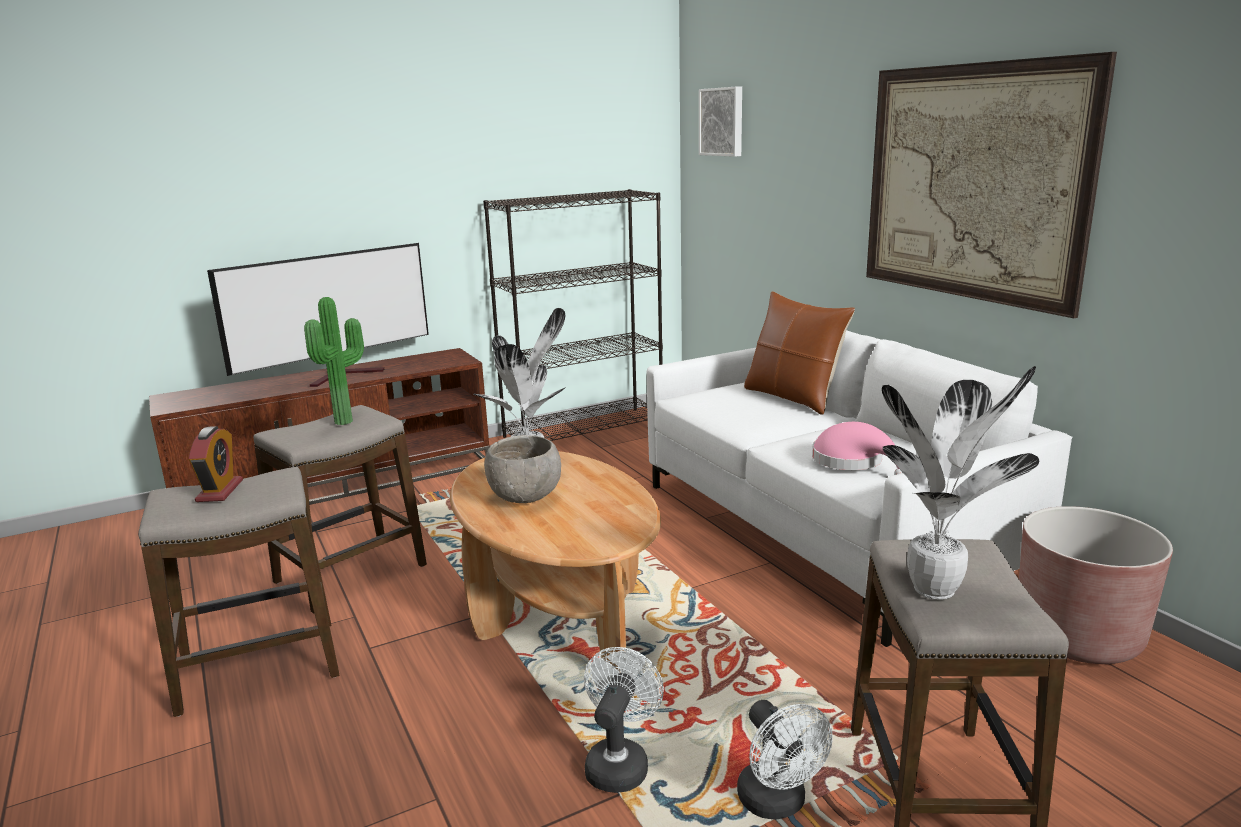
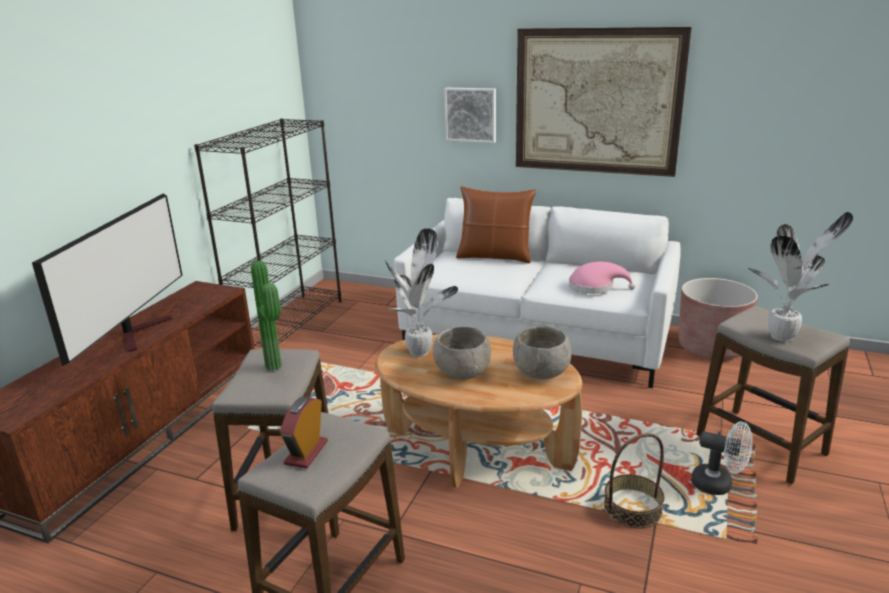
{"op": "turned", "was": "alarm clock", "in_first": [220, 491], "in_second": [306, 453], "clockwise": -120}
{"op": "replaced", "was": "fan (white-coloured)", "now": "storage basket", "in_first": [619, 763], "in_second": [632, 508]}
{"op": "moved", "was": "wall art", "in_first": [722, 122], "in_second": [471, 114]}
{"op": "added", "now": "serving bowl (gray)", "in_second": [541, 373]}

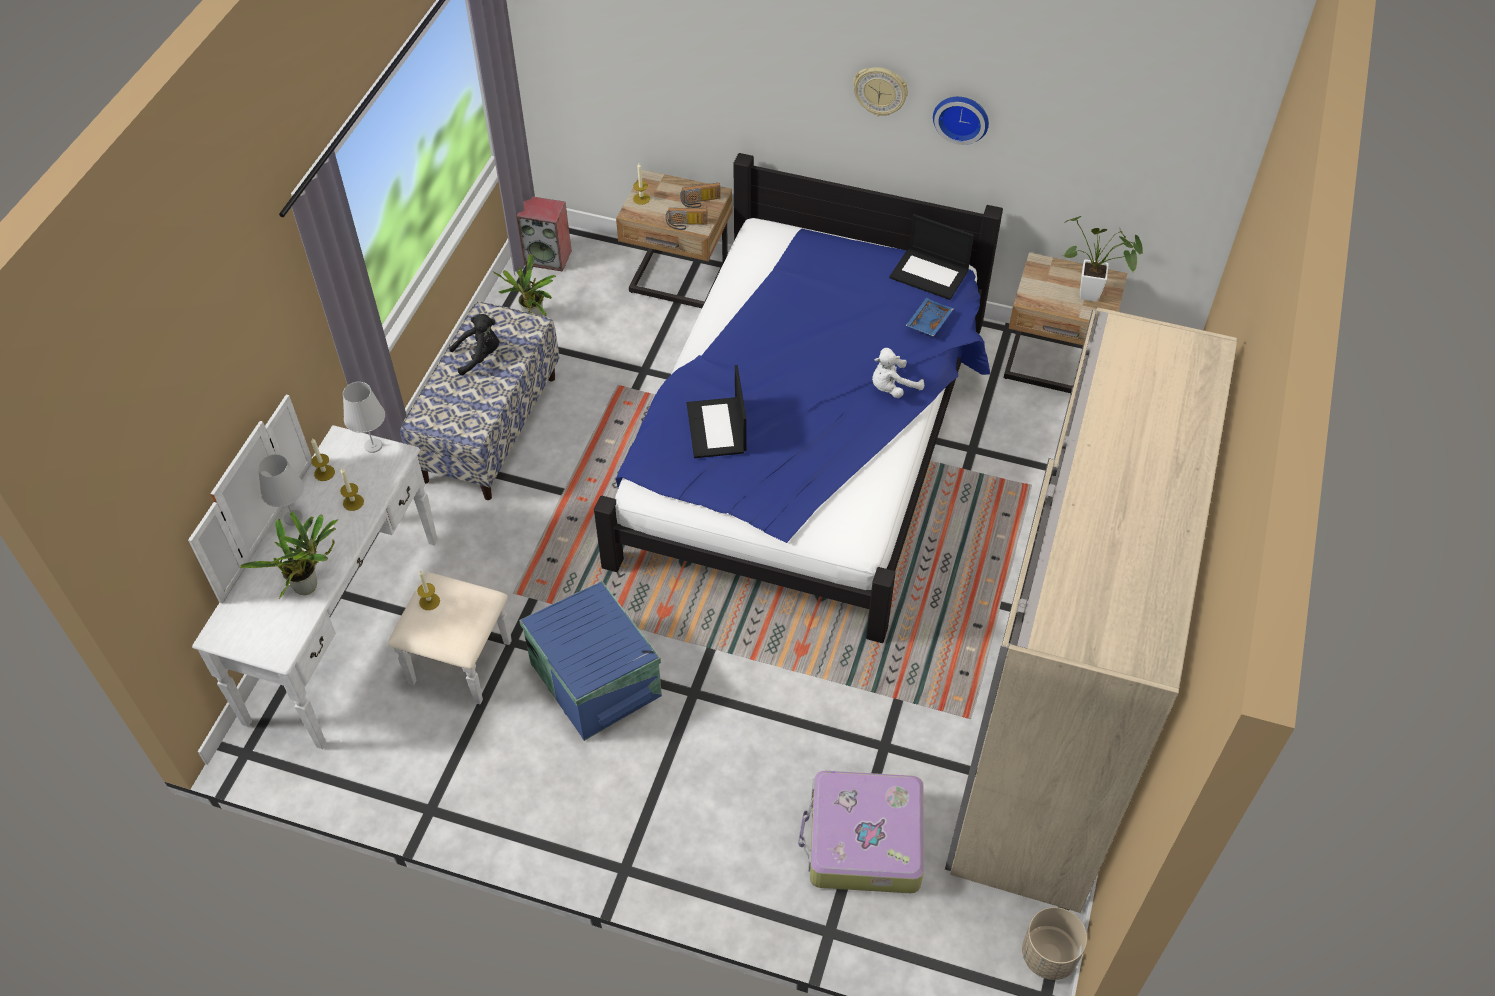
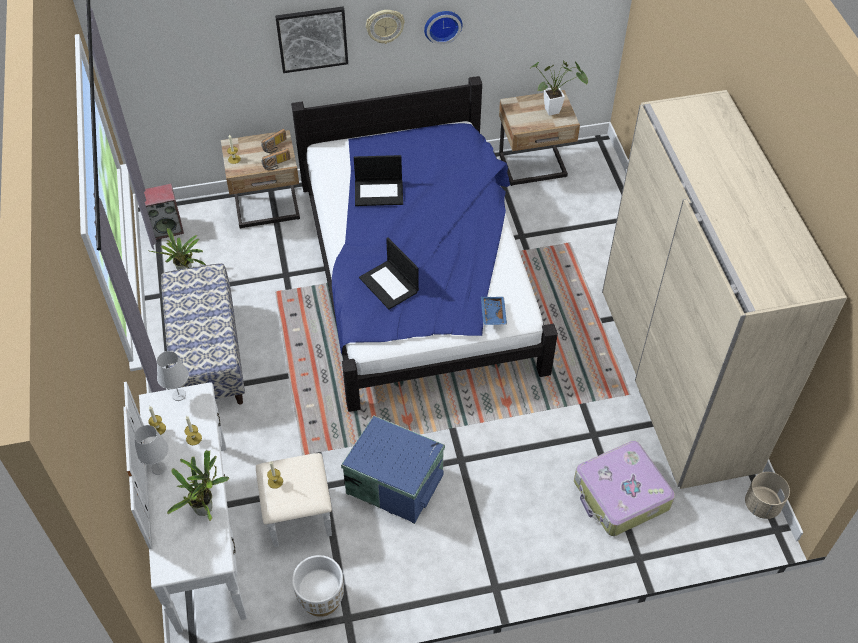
{"op": "removed", "was": "plush toy (blackish)", "in_first": [479, 356]}
{"op": "removed", "was": "plush toy (white-coloured)", "in_first": [892, 387]}
{"op": "moved", "was": "portable computer", "in_first": [930, 274], "in_second": [379, 192]}
{"op": "moved", "was": "carrying tray (bluish)", "in_first": [927, 322], "in_second": [492, 314]}
{"op": "added", "now": "wall art", "in_second": [312, 39]}
{"op": "added", "now": "flower pot (white-coloured)", "in_second": [321, 598]}

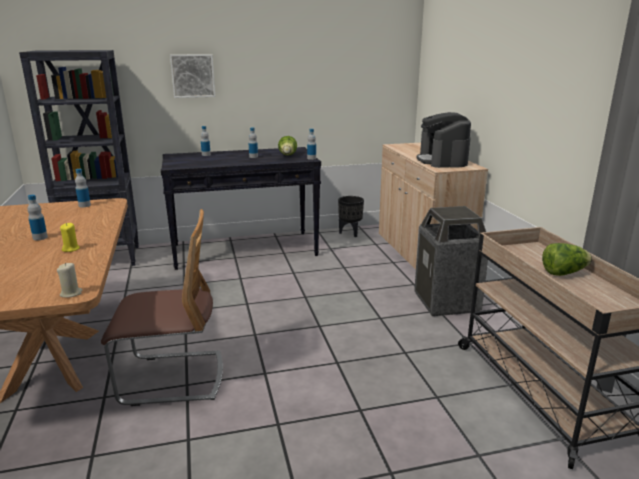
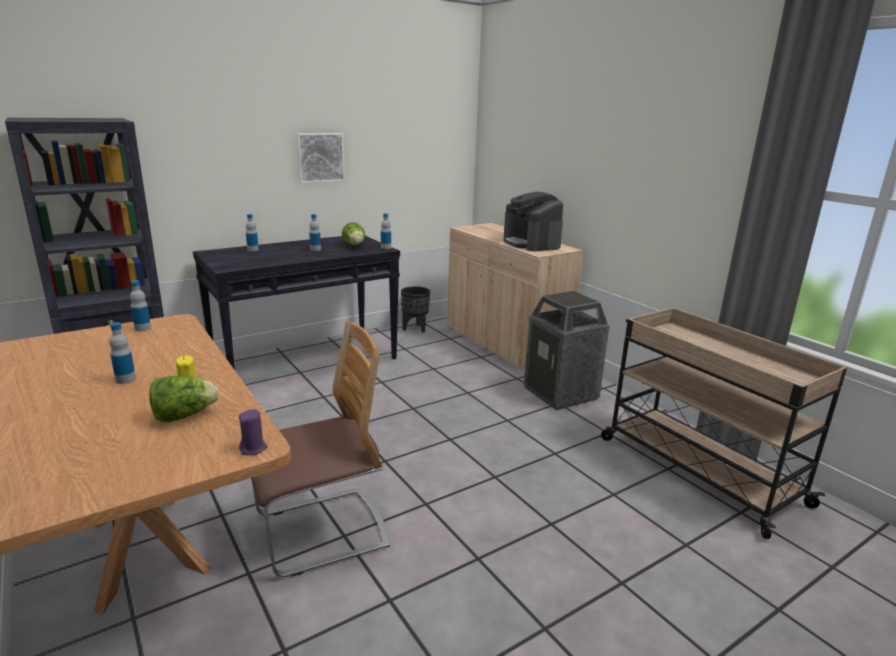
{"op": "recoloured", "was": "wax light (beige-coloured)", "now": "wax light (purple)", "in_first": [71, 293], "in_second": [253, 448]}
{"op": "moved", "was": "wall art", "in_first": [193, 76], "in_second": [320, 157]}
{"op": "moved", "was": "lettuce head", "in_first": [563, 273], "in_second": [184, 416]}

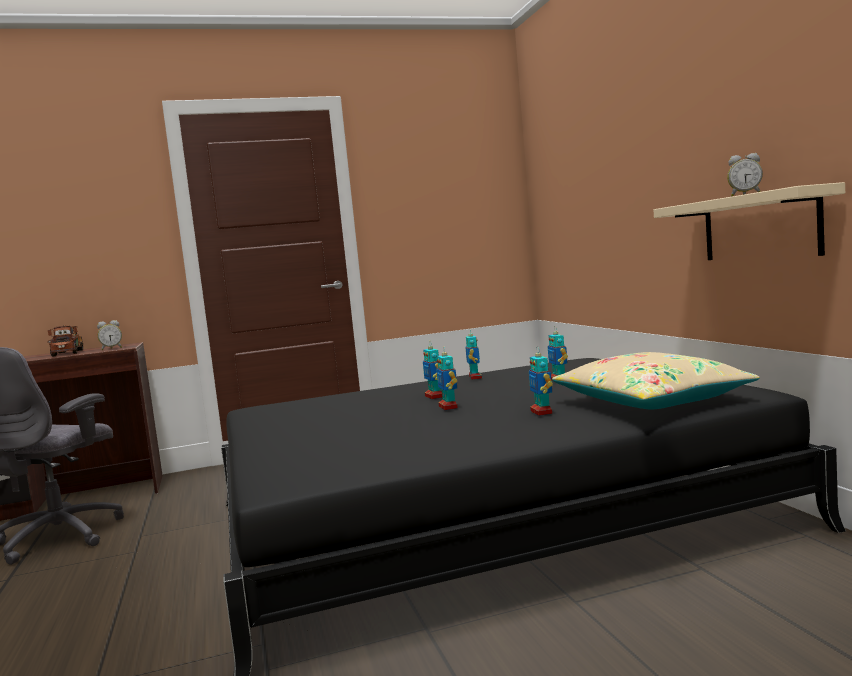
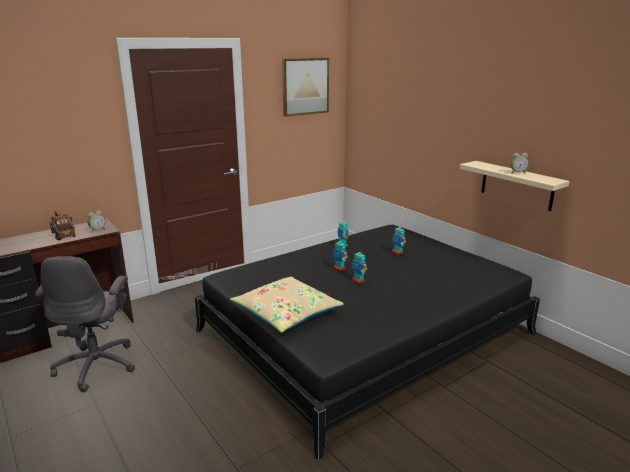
{"op": "removed", "was": "robot figure", "in_first": [542, 412]}
{"op": "moved", "was": "cushion (beige-coloured)", "in_first": [651, 400], "in_second": [286, 313]}
{"op": "added", "now": "wall art", "in_second": [305, 86]}

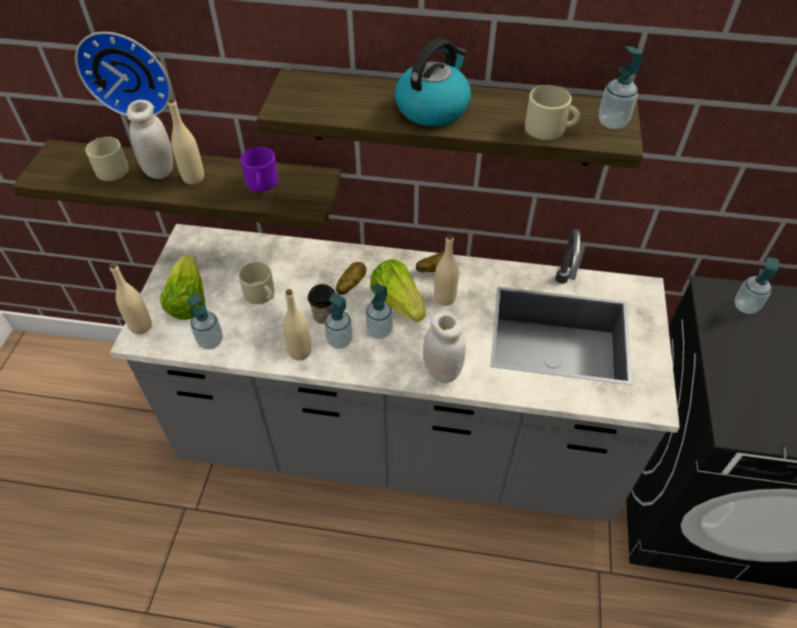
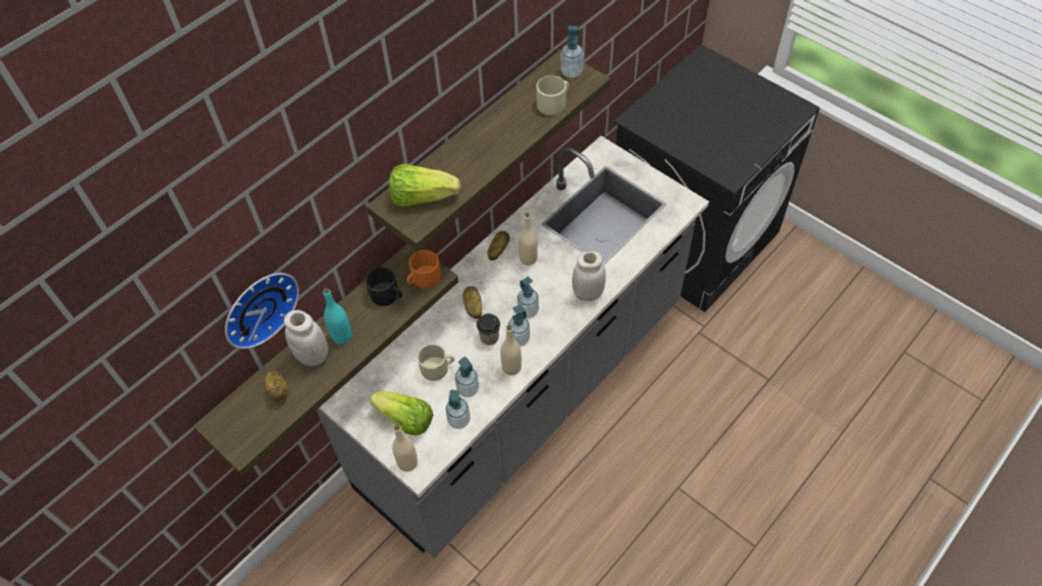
{"op": "replaced", "was": "coffee mug (beige-coloured)", "now": "potato", "in_first": [110, 168], "in_second": [279, 390]}
{"op": "recoloured", "was": "drink bottle (beige-coloured)", "now": "drink bottle (blue-green)", "in_first": [193, 177], "in_second": [342, 336]}
{"op": "recoloured", "was": "coffee mug (purple)", "now": "coffee mug (blackish)", "in_first": [262, 184], "in_second": [387, 295]}
{"op": "moved", "was": "lettuce head", "in_first": [398, 302], "in_second": [422, 197]}
{"op": "removed", "was": "kettle", "in_first": [432, 108]}
{"op": "moved", "was": "soap bottle", "in_first": [745, 306], "in_second": [468, 389]}
{"op": "added", "now": "coffee mug (orange)", "in_second": [423, 279]}

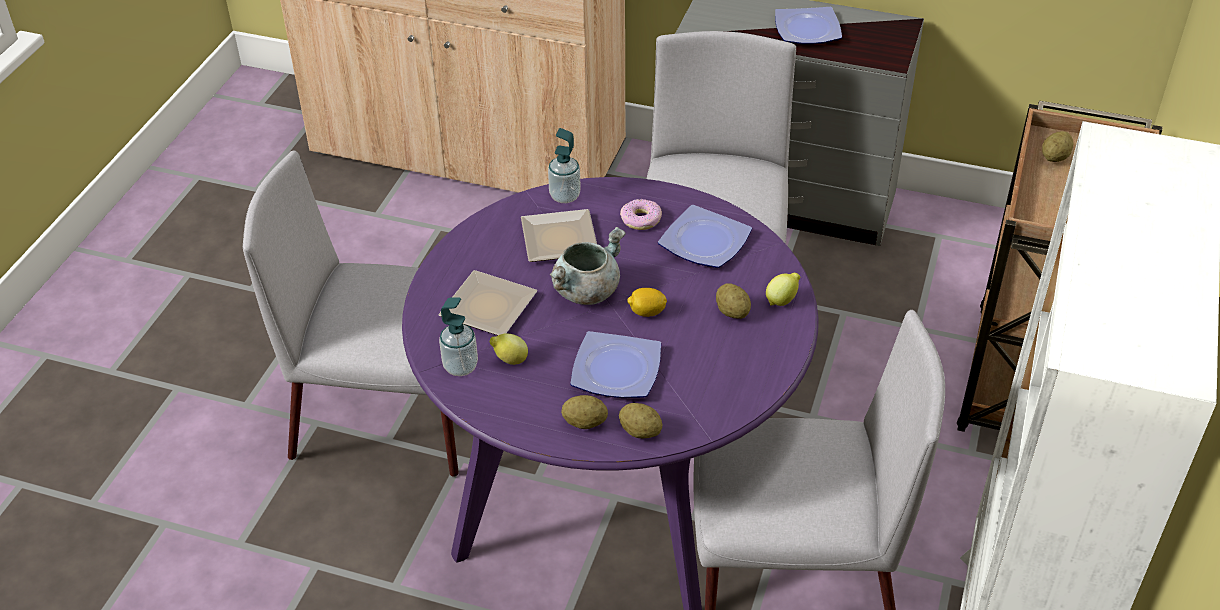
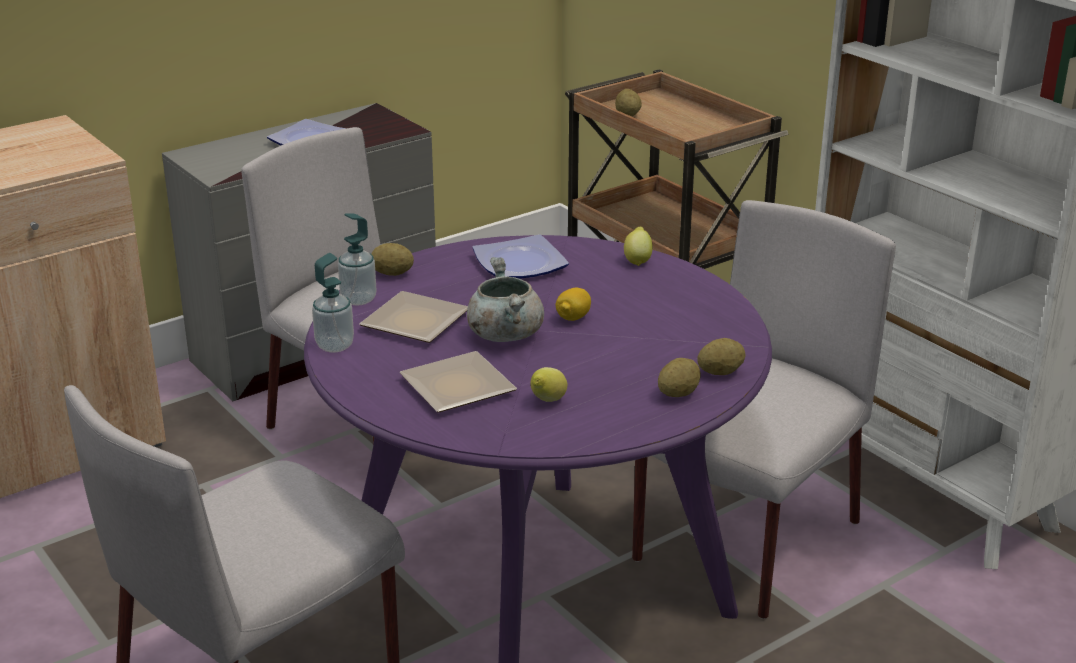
{"op": "moved", "was": "soap bottle", "in_first": [460, 366], "in_second": [335, 345]}
{"op": "removed", "was": "dinner plate", "in_first": [618, 369]}
{"op": "removed", "was": "ring doughnut", "in_first": [641, 220]}
{"op": "moved", "was": "potato", "in_first": [732, 312], "in_second": [392, 273]}

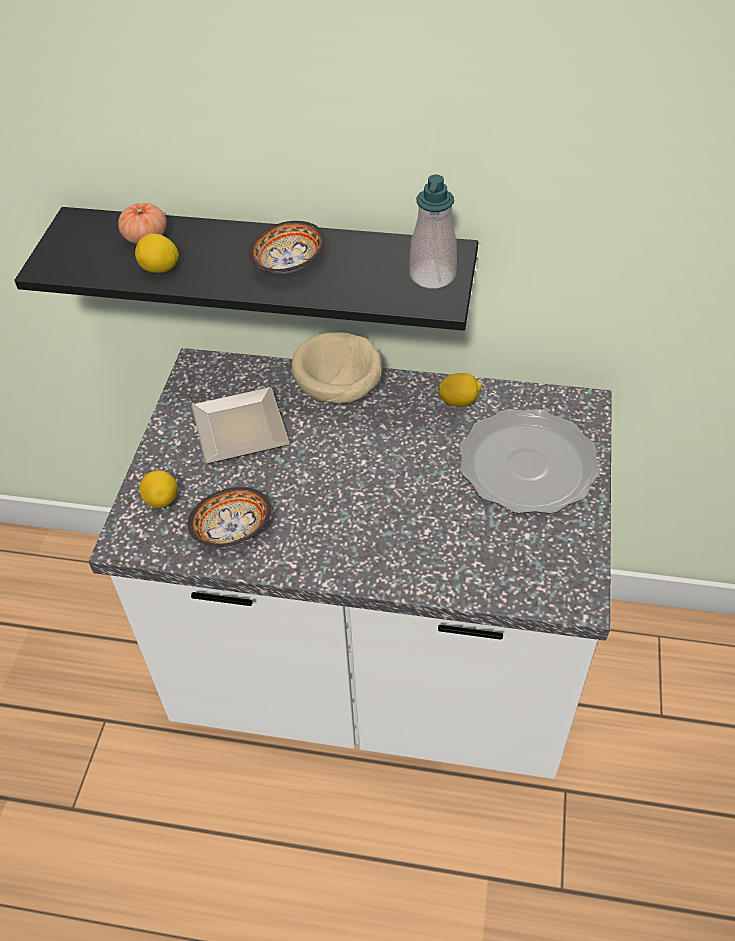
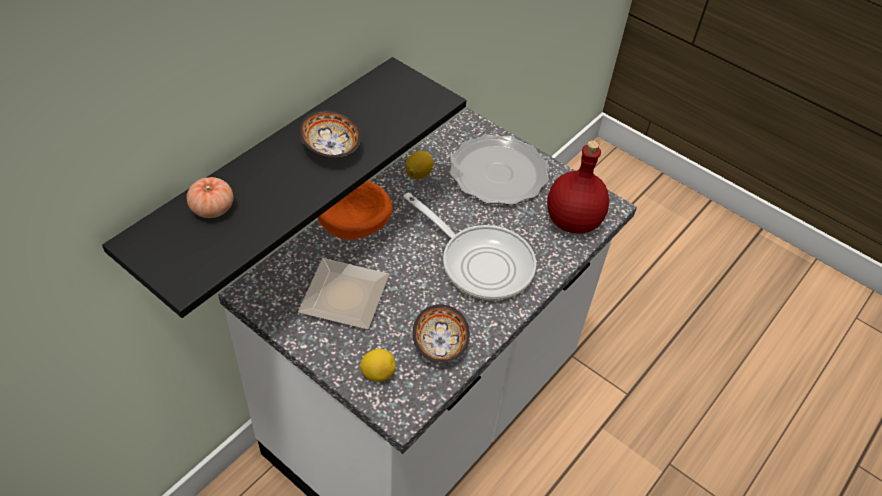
{"op": "removed", "was": "lemon", "in_first": [160, 270]}
{"op": "recoloured", "was": "serving bowl (beige-coloured)", "now": "serving bowl (orange)", "in_first": [339, 391], "in_second": [356, 226]}
{"op": "removed", "was": "soap bottle", "in_first": [432, 275]}
{"op": "added", "now": "frying pan", "in_second": [481, 262]}
{"op": "added", "now": "drink bottle (red-coloured)", "in_second": [572, 222]}

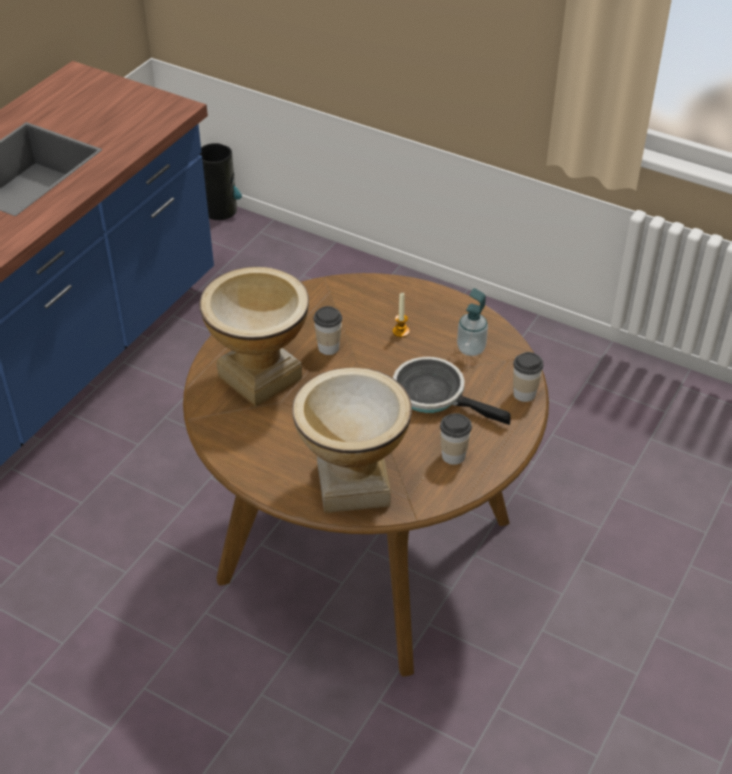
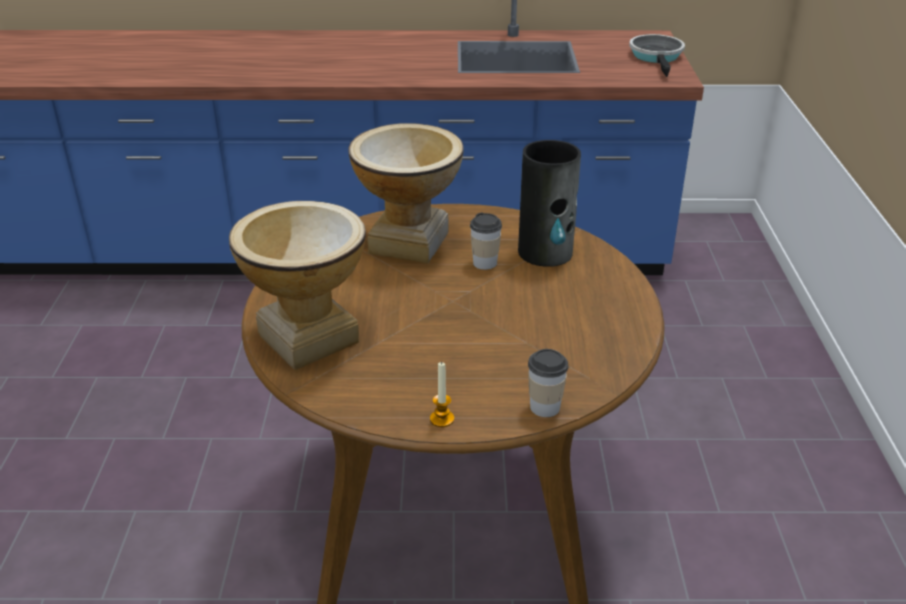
{"op": "moved", "was": "decorative vase", "in_first": [220, 210], "in_second": [546, 252]}
{"op": "moved", "was": "wax light", "in_first": [401, 331], "in_second": [442, 419]}
{"op": "moved", "was": "frying pan", "in_first": [434, 395], "in_second": [657, 57]}
{"op": "removed", "was": "cup", "in_first": [453, 456]}
{"op": "removed", "was": "soap bottle", "in_first": [471, 349]}

